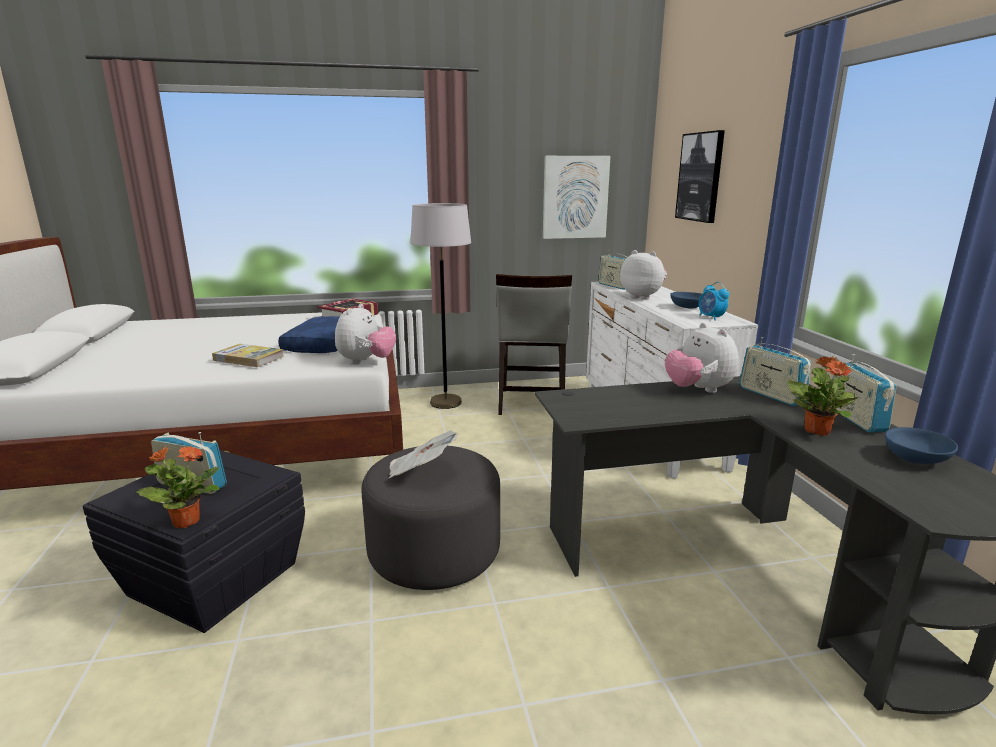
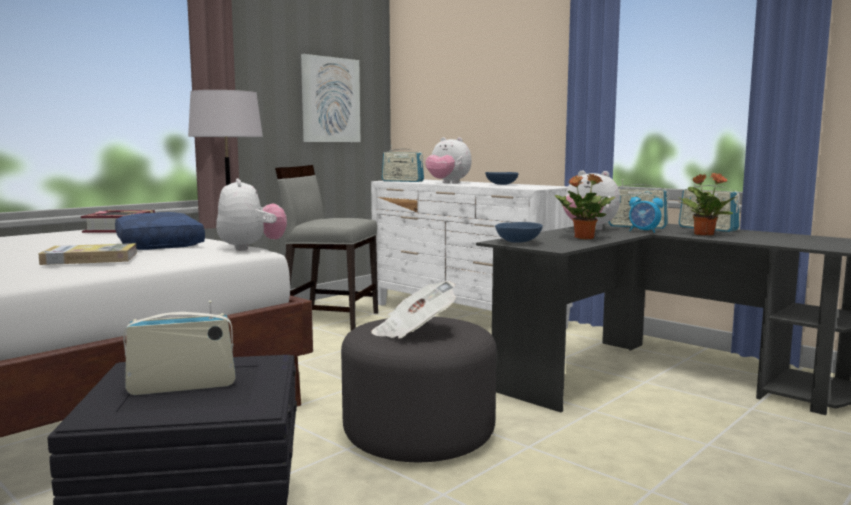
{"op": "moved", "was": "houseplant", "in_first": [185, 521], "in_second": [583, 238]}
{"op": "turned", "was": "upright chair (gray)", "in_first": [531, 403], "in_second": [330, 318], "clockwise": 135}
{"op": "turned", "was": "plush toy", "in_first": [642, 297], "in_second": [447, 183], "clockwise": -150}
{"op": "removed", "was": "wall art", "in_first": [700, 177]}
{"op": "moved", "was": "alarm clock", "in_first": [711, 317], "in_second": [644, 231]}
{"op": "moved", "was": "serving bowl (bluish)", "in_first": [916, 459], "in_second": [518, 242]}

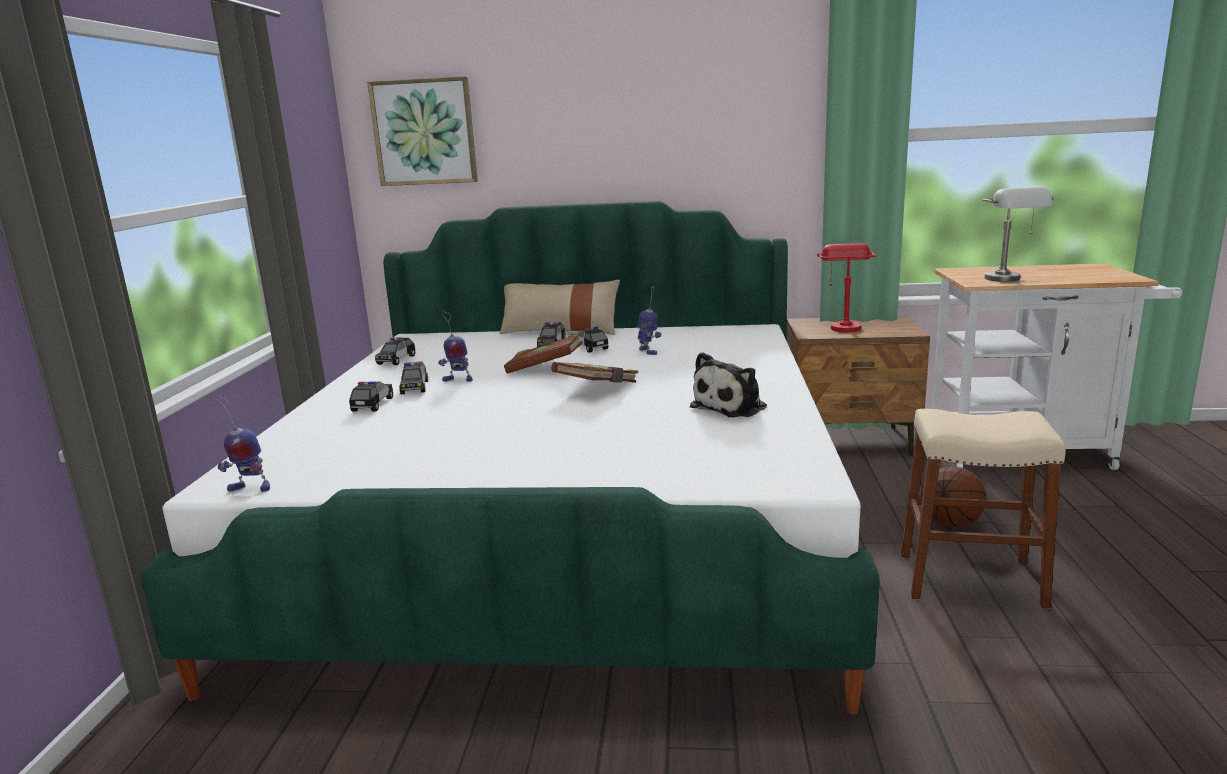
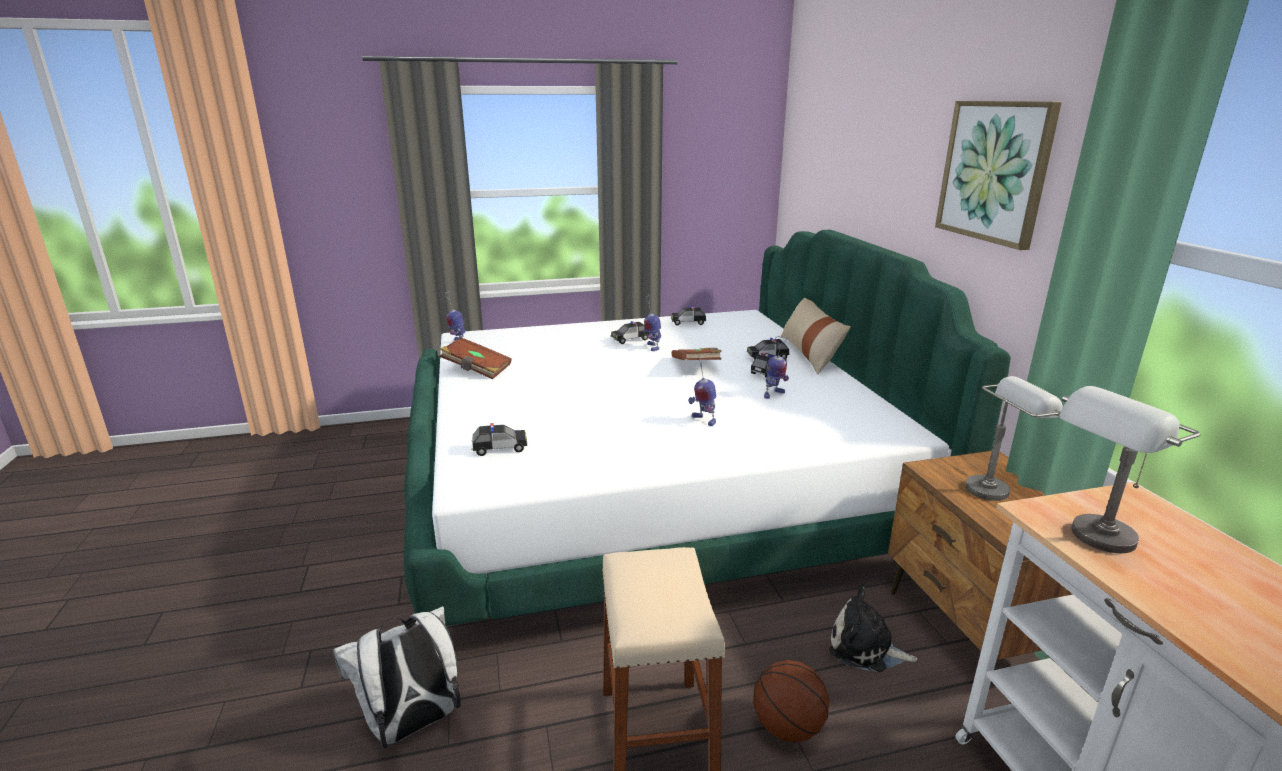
{"op": "moved", "was": "miniature car", "in_first": [372, 404], "in_second": [499, 448]}
{"op": "moved", "was": "wall art", "in_first": [424, 132], "in_second": [995, 171]}
{"op": "moved", "was": "volume (brownish)", "in_first": [598, 388], "in_second": [477, 370]}
{"op": "moved", "was": "plush toy", "in_first": [732, 406], "in_second": [865, 648]}
{"op": "recoloured", "was": "table lamp (red-coloured)", "now": "table lamp (gray)", "in_first": [842, 326], "in_second": [998, 487]}
{"op": "added", "now": "rucksack (white-coloured)", "in_second": [413, 725]}
{"op": "added", "now": "robot figure", "in_second": [703, 420]}

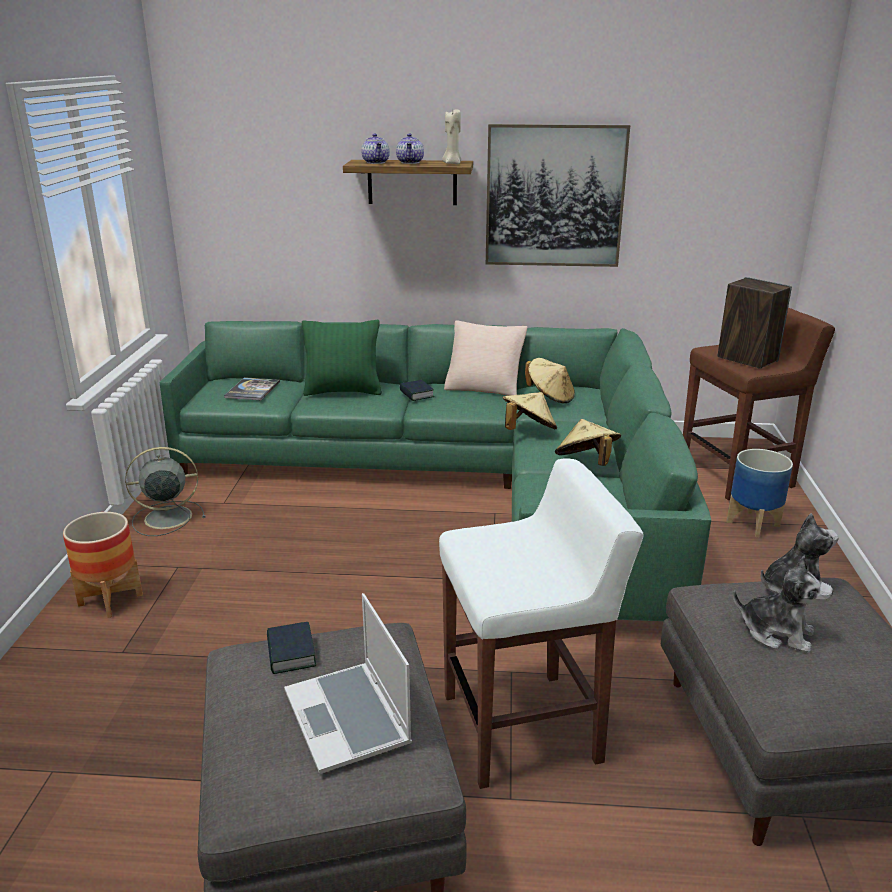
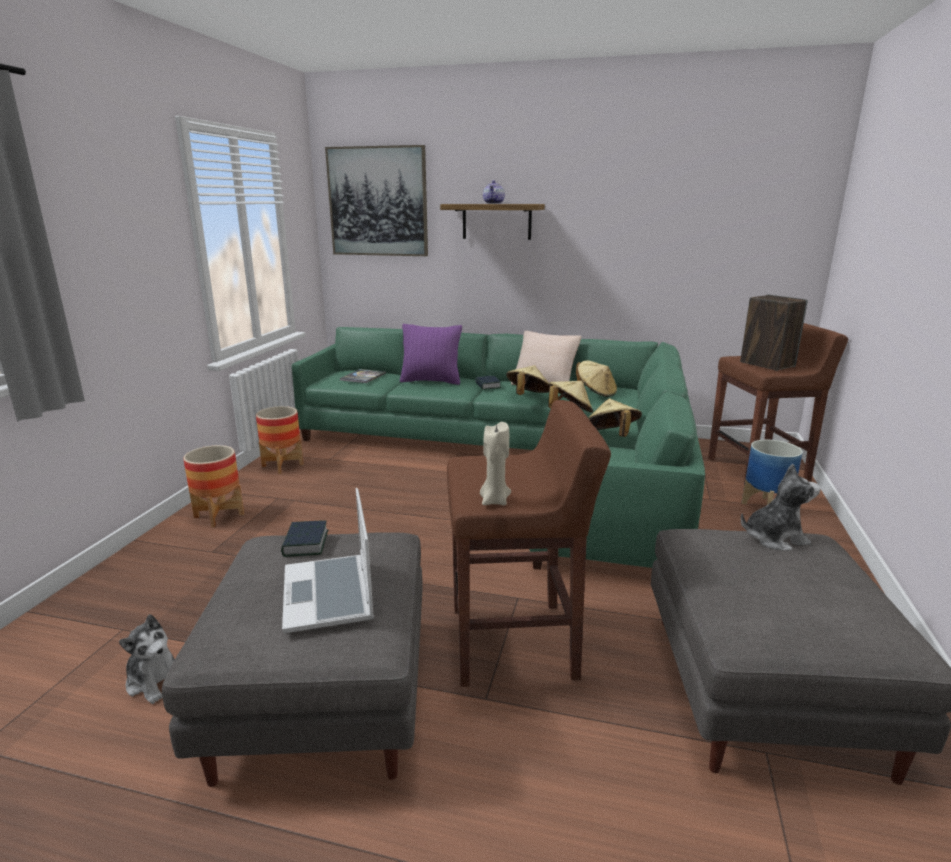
{"op": "replaced", "was": "fan (gray)", "now": "flower pot", "in_first": [166, 518], "in_second": [282, 465]}
{"op": "recoloured", "was": "cushion (green)", "now": "cushion (purple)", "in_first": [343, 391], "in_second": [431, 381]}
{"op": "removed", "was": "pot for tea", "in_first": [376, 162]}
{"op": "recoloured", "was": "stool seat (white-coloured)", "now": "stool seat (brownish)", "in_first": [524, 728], "in_second": [515, 643]}
{"op": "moved", "was": "wax light (beige-coloured)", "in_first": [452, 163], "in_second": [494, 501]}
{"op": "moved", "was": "wall art", "in_first": [554, 196], "in_second": [378, 202]}
{"op": "moved", "was": "plush toy", "in_first": [777, 633], "in_second": [156, 681]}
{"op": "added", "now": "wearable hat (beige-coloured)", "in_second": [528, 396]}

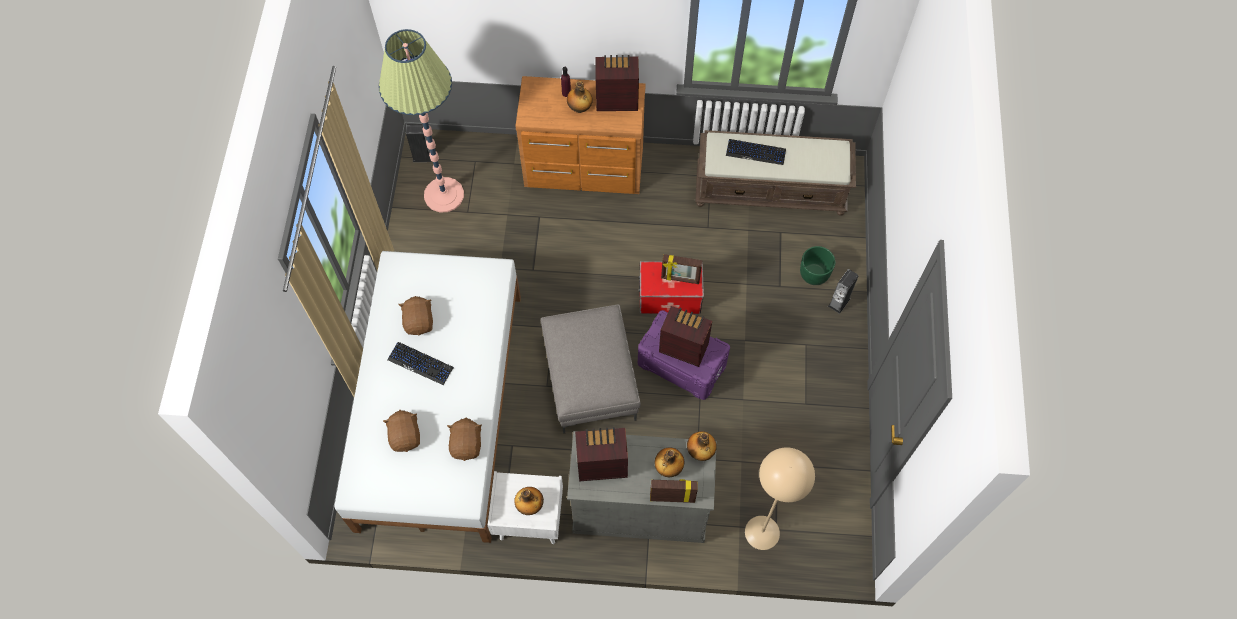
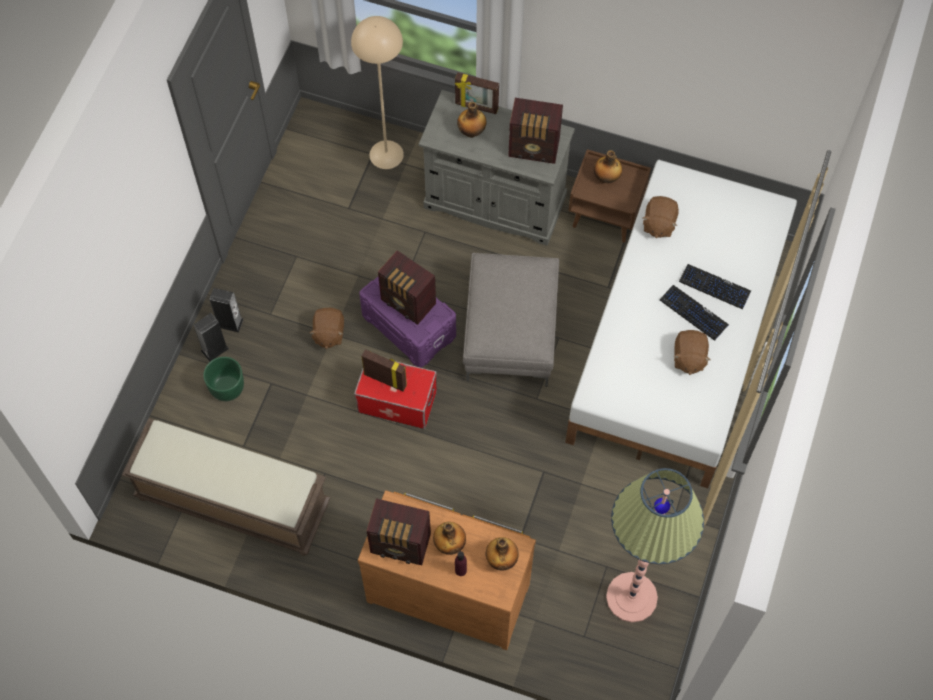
{"op": "moved", "was": "plush toy (brownish)", "in_first": [406, 436], "in_second": [328, 333]}
{"op": "moved", "was": "audio speaker", "in_first": [422, 156], "in_second": [229, 323]}
{"op": "recoloured", "was": "nightstand (white-coloured)", "now": "nightstand (brownish)", "in_first": [529, 520], "in_second": [606, 216]}
{"op": "moved", "was": "drink bottle", "in_first": [700, 451], "in_second": [502, 559]}
{"op": "moved", "was": "computer keyboard", "in_first": [756, 152], "in_second": [714, 287]}

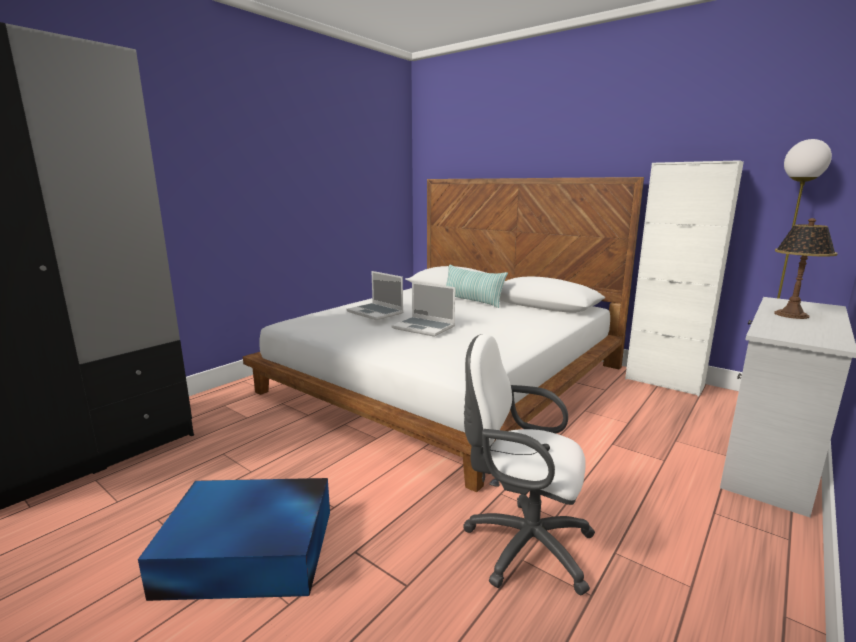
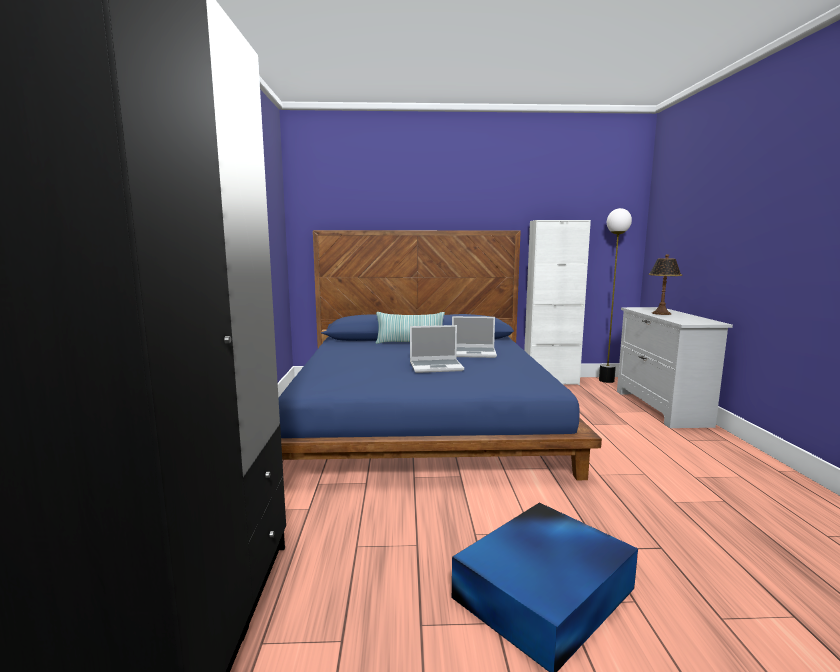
{"op": "recoloured", "was": "sleeping bed (white-coloured)", "now": "sleeping bed (bluish)", "in_first": [446, 379], "in_second": [421, 418]}
{"op": "moved", "was": "portable computer", "in_first": [376, 313], "in_second": [474, 353]}
{"op": "removed", "was": "desk chair (white-coloured)", "in_first": [521, 544]}

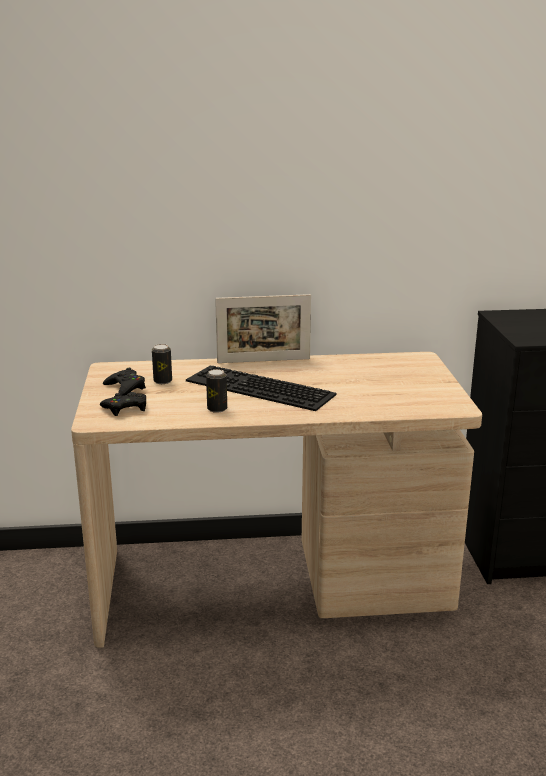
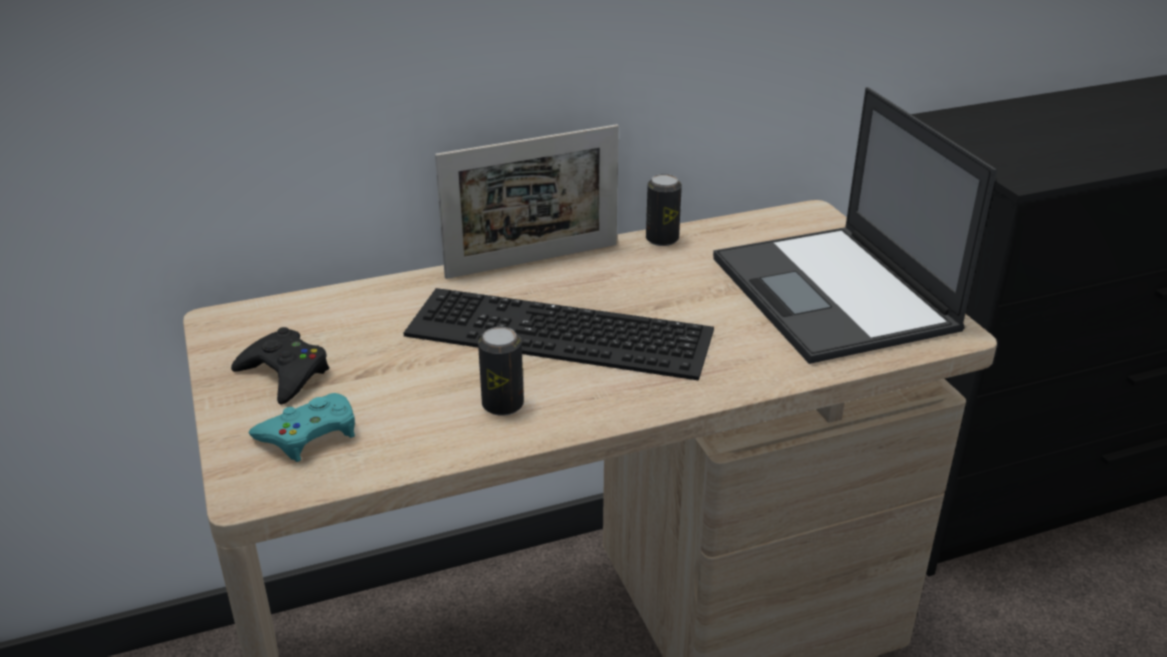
{"op": "recoloured", "was": "gamepad (blackish)", "now": "gamepad (blue-green)", "in_first": [126, 408], "in_second": [309, 434]}
{"op": "moved", "was": "metal can", "in_first": [163, 381], "in_second": [662, 239]}
{"op": "added", "now": "portable computer", "in_second": [834, 294]}

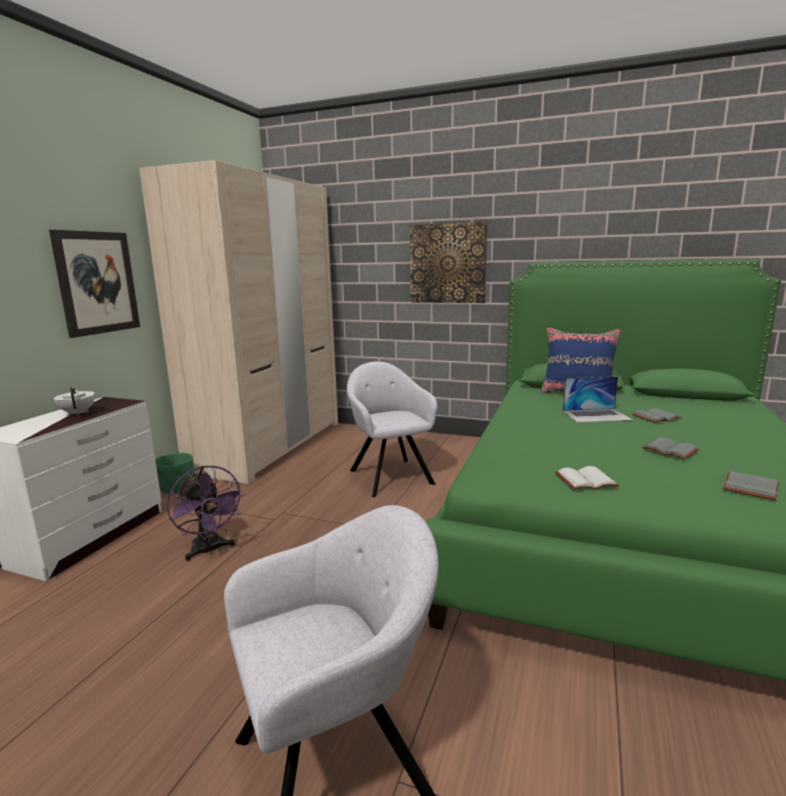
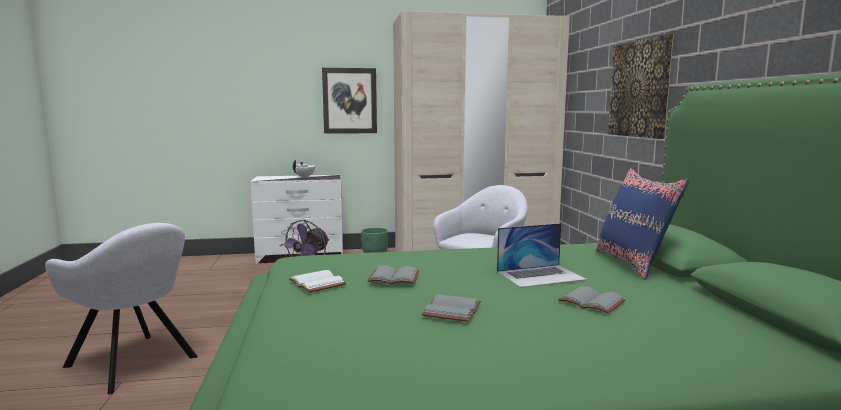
{"op": "turned", "was": "portable computer", "in_first": [596, 415], "in_second": [541, 275], "clockwise": -75}
{"op": "moved", "was": "volume (gray)", "in_first": [748, 486], "in_second": [395, 277]}

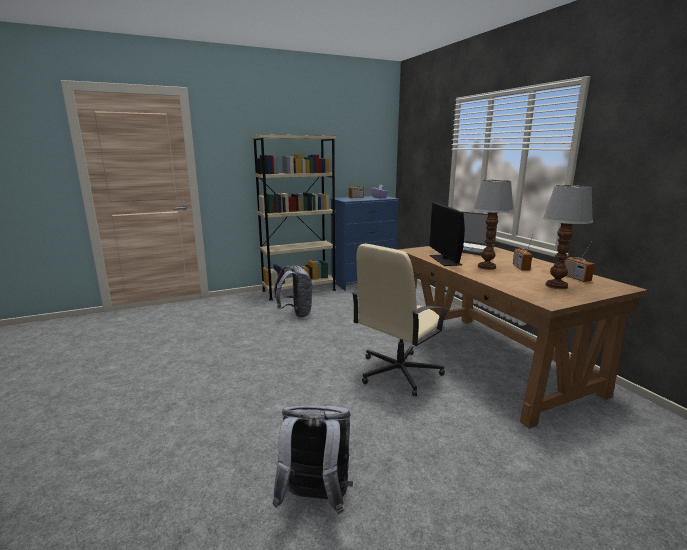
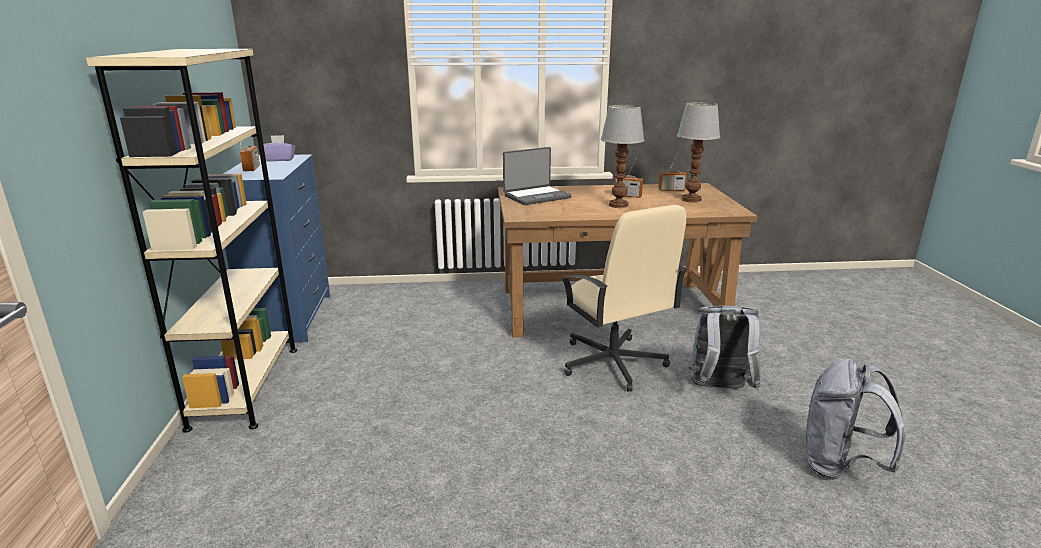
{"op": "moved", "was": "rucksack (gray)", "in_first": [296, 313], "in_second": [719, 389]}
{"op": "removed", "was": "computer display", "in_first": [445, 260]}

